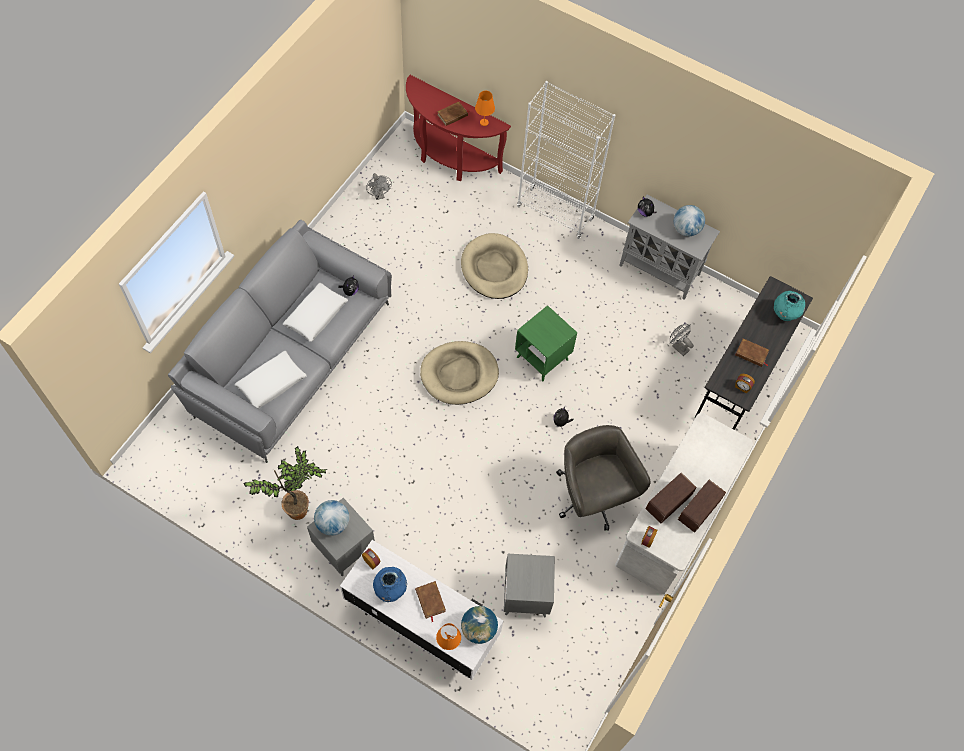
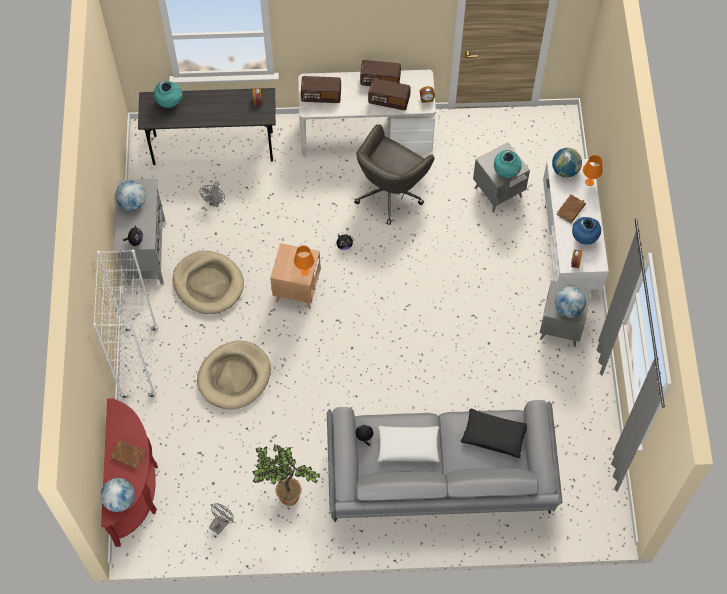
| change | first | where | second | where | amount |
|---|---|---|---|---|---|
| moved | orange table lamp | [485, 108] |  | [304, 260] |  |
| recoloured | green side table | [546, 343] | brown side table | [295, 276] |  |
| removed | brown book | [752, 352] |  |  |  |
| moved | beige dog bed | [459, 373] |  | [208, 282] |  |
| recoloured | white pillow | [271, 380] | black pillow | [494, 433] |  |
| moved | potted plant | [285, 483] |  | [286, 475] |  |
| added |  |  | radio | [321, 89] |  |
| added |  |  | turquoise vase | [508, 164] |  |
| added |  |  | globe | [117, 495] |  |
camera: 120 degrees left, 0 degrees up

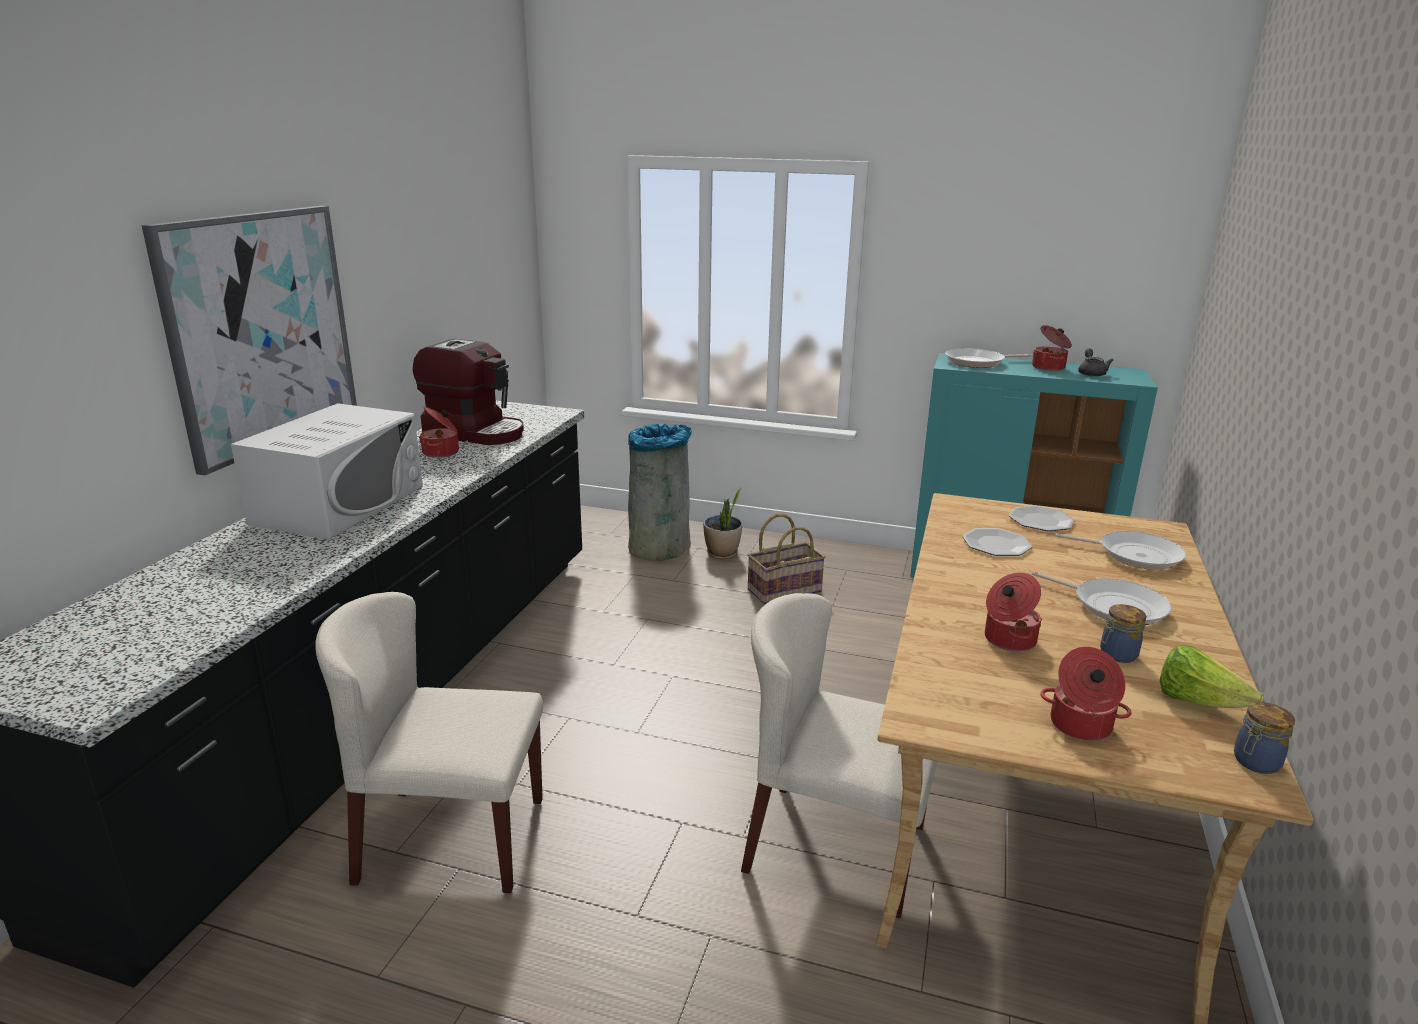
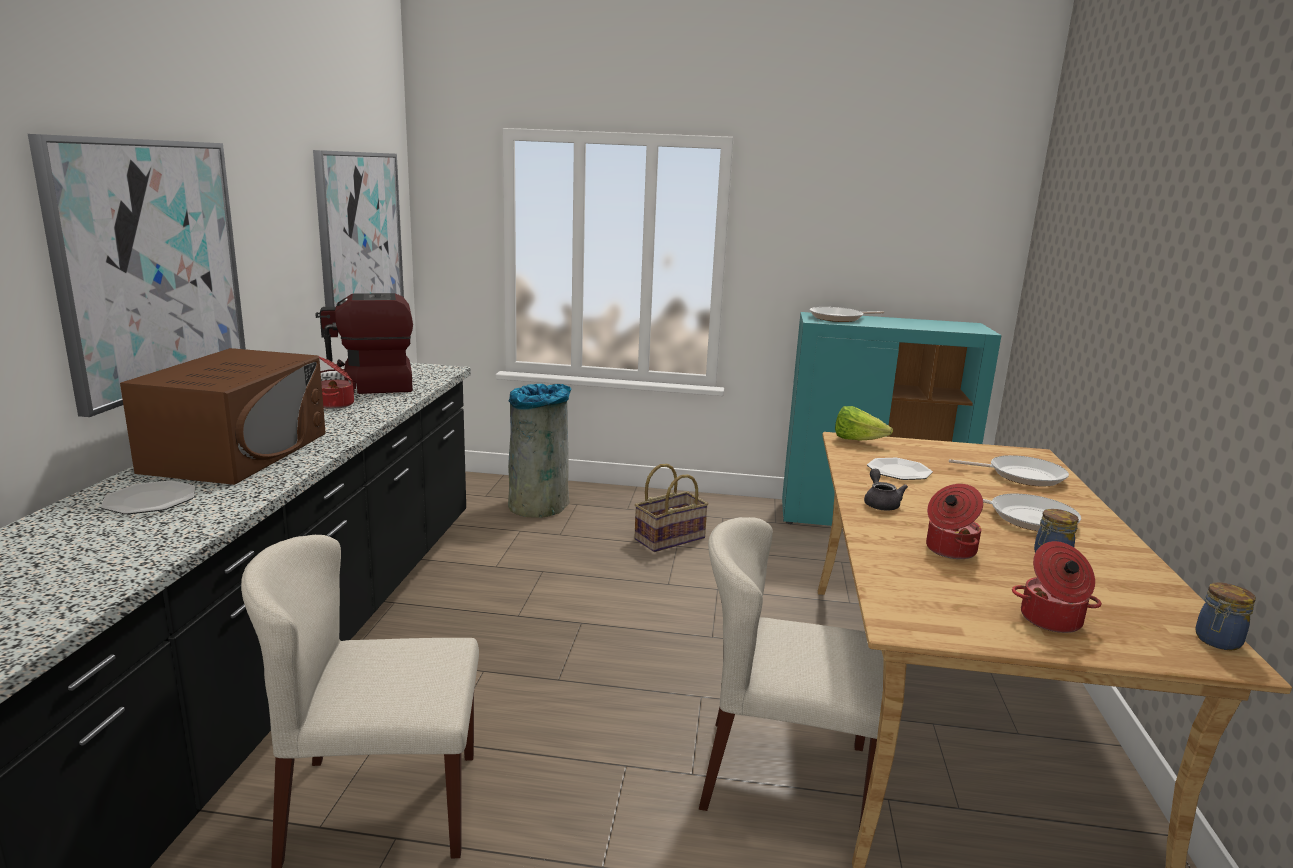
| change | first | where | second | where | amount |
|---|---|---|---|---|---|
| removed | cooking pot | [1052, 348] |  |  |  |
| turned | coffee machine | [468, 391] |  | [364, 343] | 150 degrees clockwise |
| moved | grey teapot | [1095, 362] |  | [886, 489] |  |
| recoloured | white microwave | [327, 471] | brown microwave | [223, 416] |  |
| removed | potted plant | [722, 523] |  |  |  |
| moved | plate | [1042, 518] |  | [148, 497] |  |
| moved | lettuce | [1212, 676] |  | [864, 423] |  |
| added |  |  | picture | [358, 228] |  |
camera: 10 degrees left, 5 degrees down

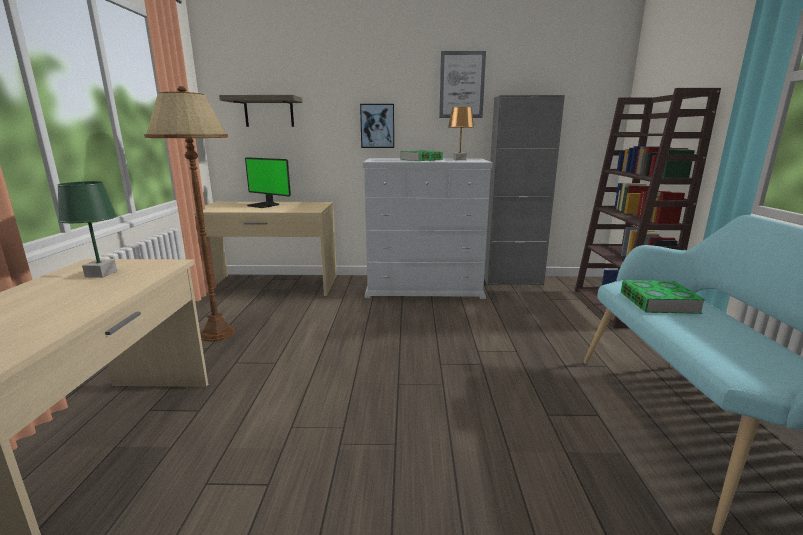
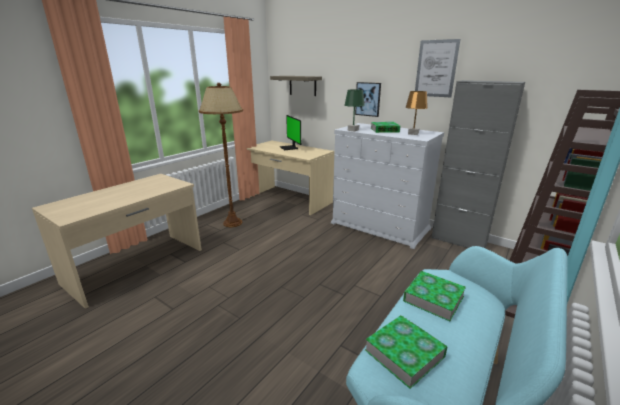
| change | first | where | second | where | amount |
|---|---|---|---|---|---|
| moved | green table lamp | [87, 229] |  | [355, 110] |  |
| added |  |  | book | [406, 352] |  |
camera: 35 degrees right, 5 degrees up

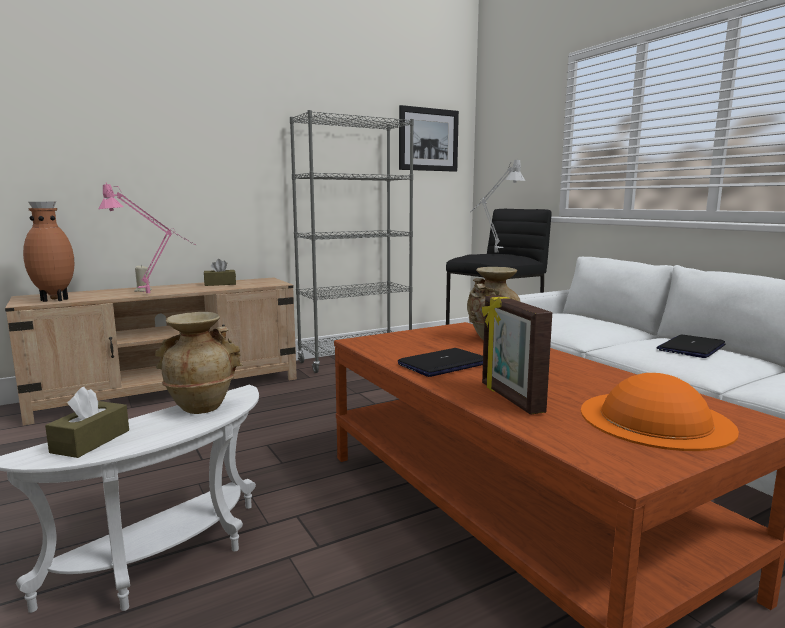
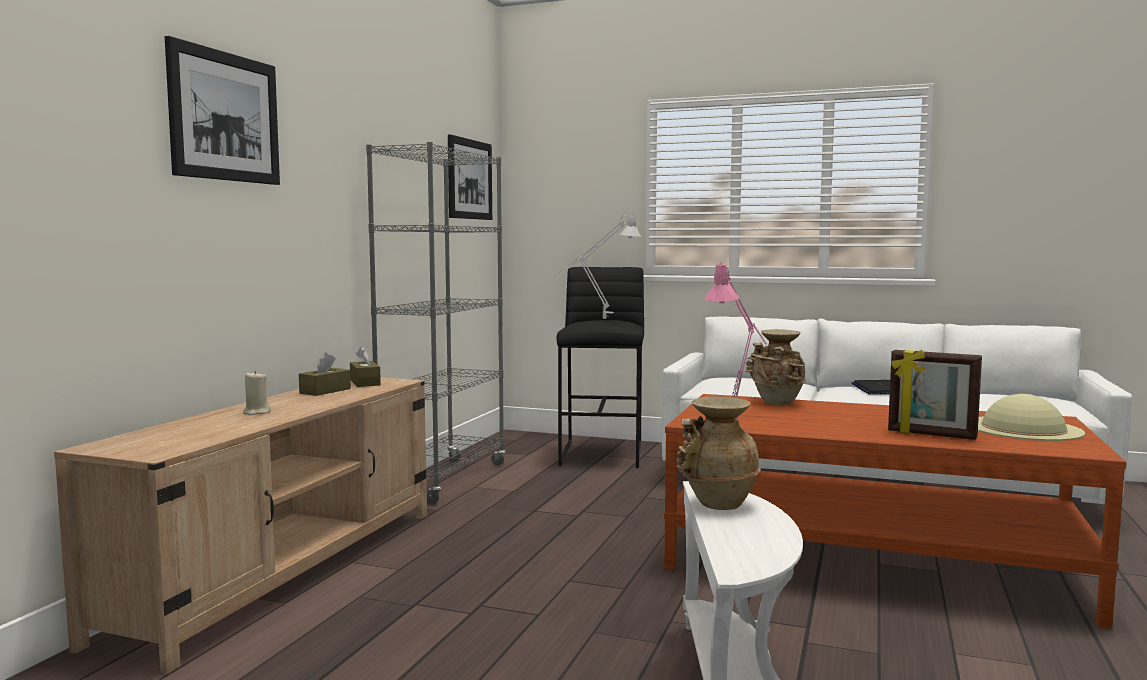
| change | first | where | second | where | amount |
|---|---|---|---|---|---|
| moved | pink table lamp | [147, 237] |  | [736, 341] |  |
| removed | brown vase | [49, 252] |  |  |  |
| removed | laptop | [440, 362] |  |  |  |
| recoloured | orange hat | [660, 412] | beige hat | [1031, 417] |  |
| moved | brown tissue box | [87, 422] |  | [365, 366] |  |
| added |  |  | picture | [222, 110] |  |
camera: 40 degrees left, 5 degrees down

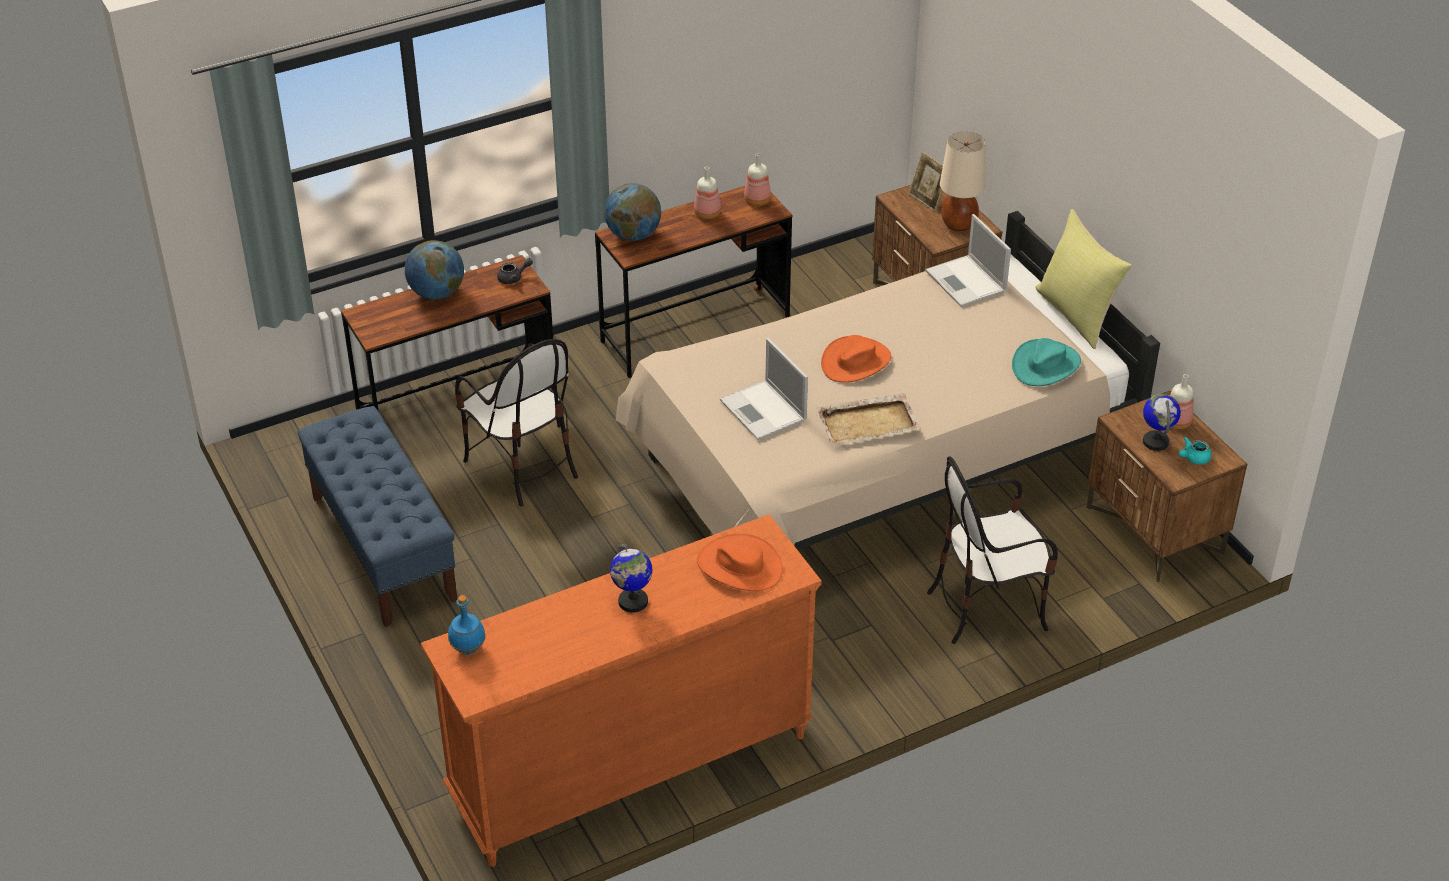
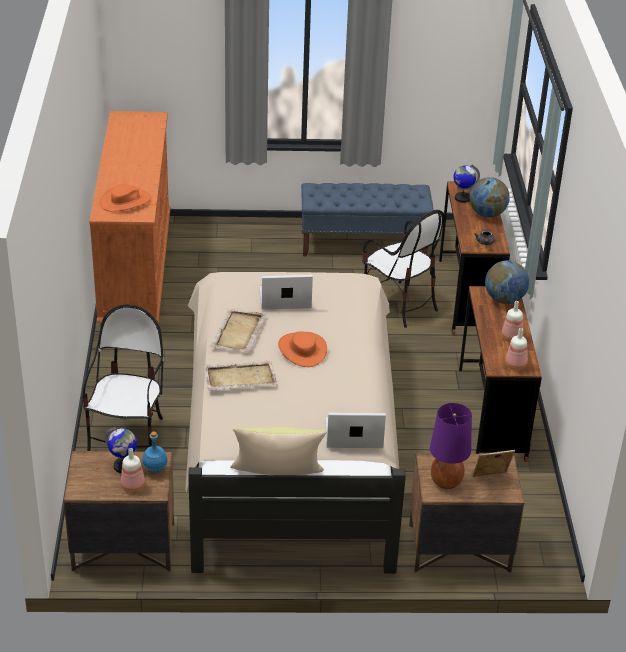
| change | first | where | second | where | amount |
|---|---|---|---|---|---|
| recoloured | beige table lamp | [962, 181] | purple table lamp | [451, 446] |  |
| removed | turquoise hat | [1046, 362] |  |  |  |
| turned | chair | [516, 422] |  | [403, 269] | 120 degrees counterclockwise |
| removed | turquoise teapot | [1195, 450] |  |  |  |
| moved | globe | [631, 578] |  | [467, 184] |  |
| moved | blue bottle | [466, 625] |  | [155, 453] |  |
| added |  |  | beige tray | [240, 375] |  |
camera: 115 degrees right, 5 degrees down

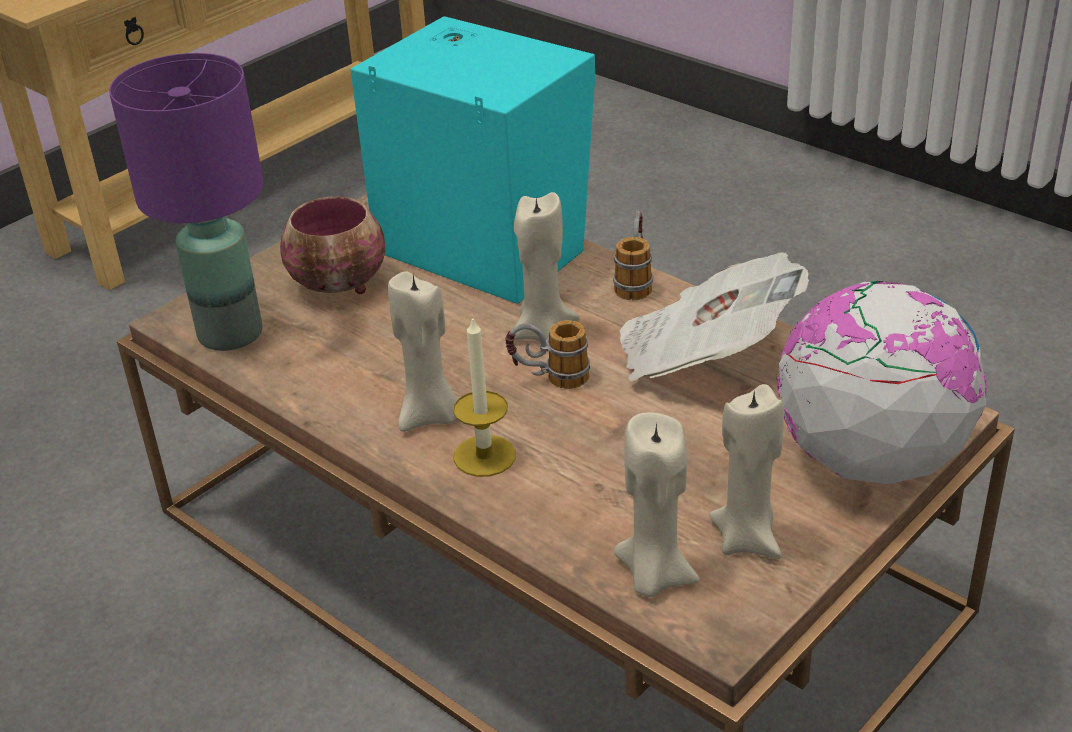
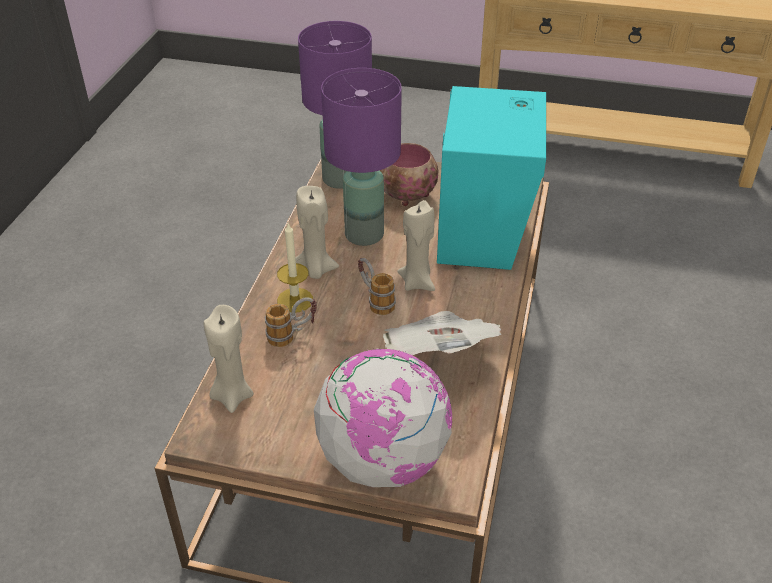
| change | first | where | second | where | amount |
|---|---|---|---|---|---|
| moved | mug | [633, 255] |  | [291, 322] |  |
| removed | beige candle | [746, 471] |  |  |  |
| added |  |  | purple table lamp | [361, 157] |  |
camera: 60 degrees right, 5 degrees up

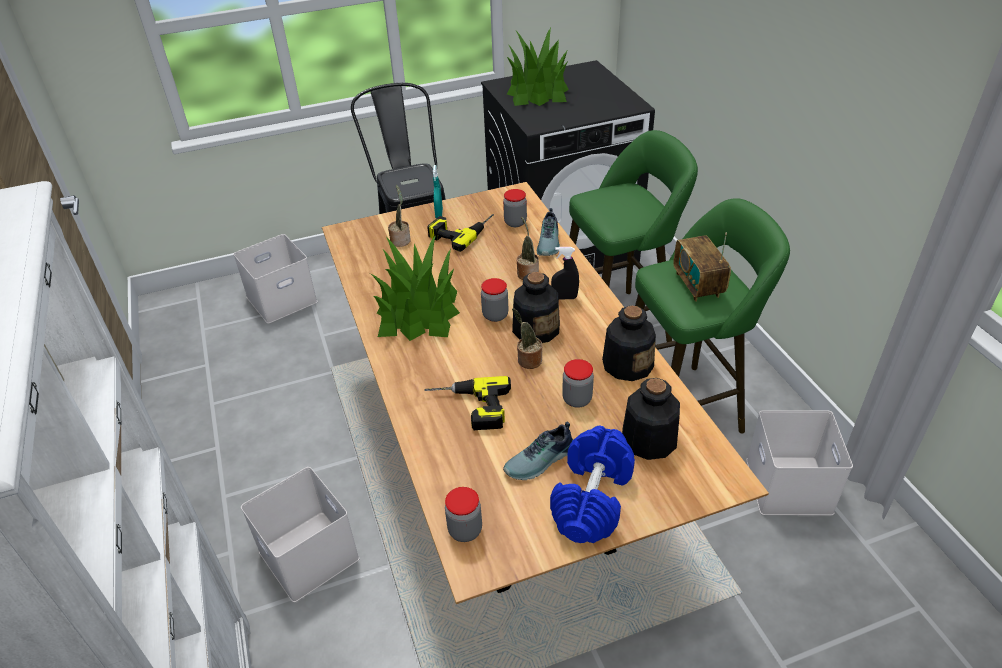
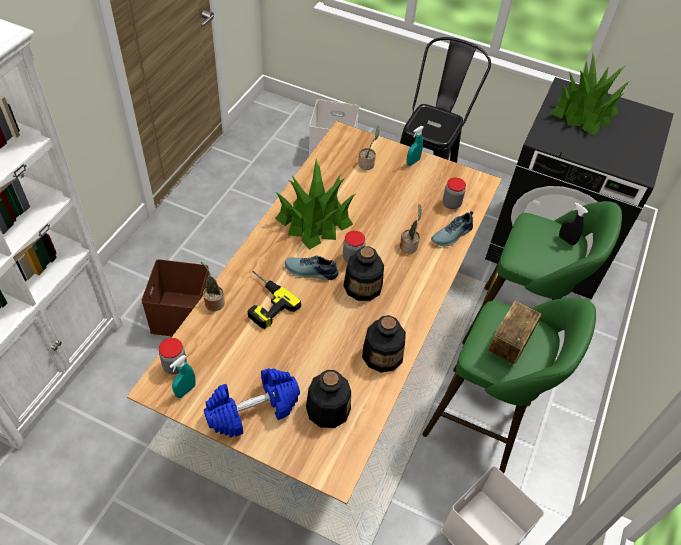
| change | first | where | second | where | amount |
|---|---|---|---|---|---|
| removed | power drill | [460, 233] |  |  |  |
| moved | black spray bottle | [565, 273] |  | [573, 223] |  |
| moved | potted plant | [527, 338] |  | [213, 286] |  |
| removed | jar | [578, 383] |  |  |  |
| moved | shoe | [538, 450] |  | [312, 267] |  |
| recoloured | white storage box | [300, 534] | brown storage box | [175, 297] |  |
| added |  |  | turquoise spray bottle | [183, 376] |  |
camera: 40 degrees right, 10 degrees up

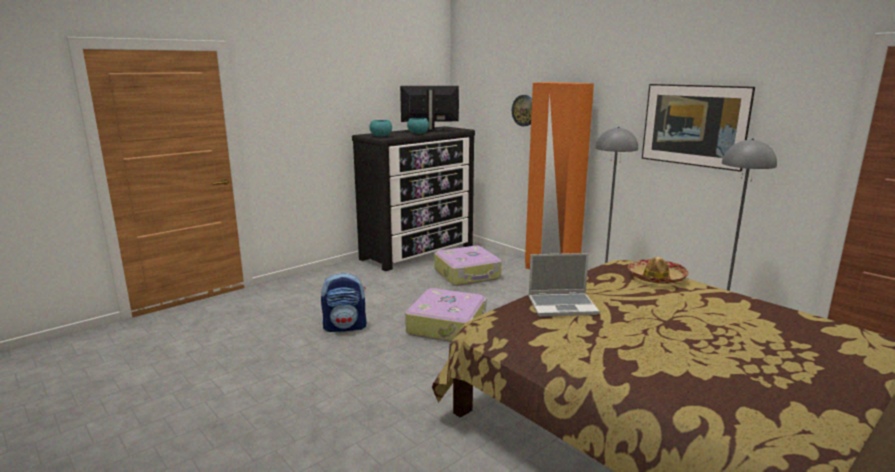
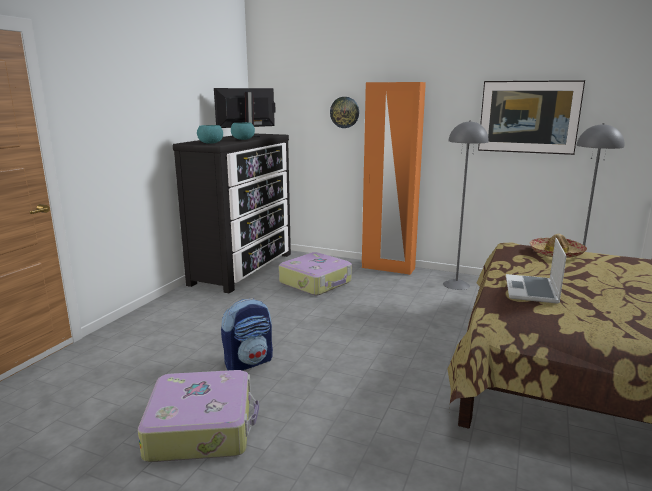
| change | first | where | second | where | amount |
|---|---|---|---|---|---|
| turned | laptop | [564, 285] |  | [536, 271] | 135 degrees clockwise |
| moved | suitcase | [446, 315] |  | [198, 416] |  |
camera: 25 degrees left, 0 degrees up

